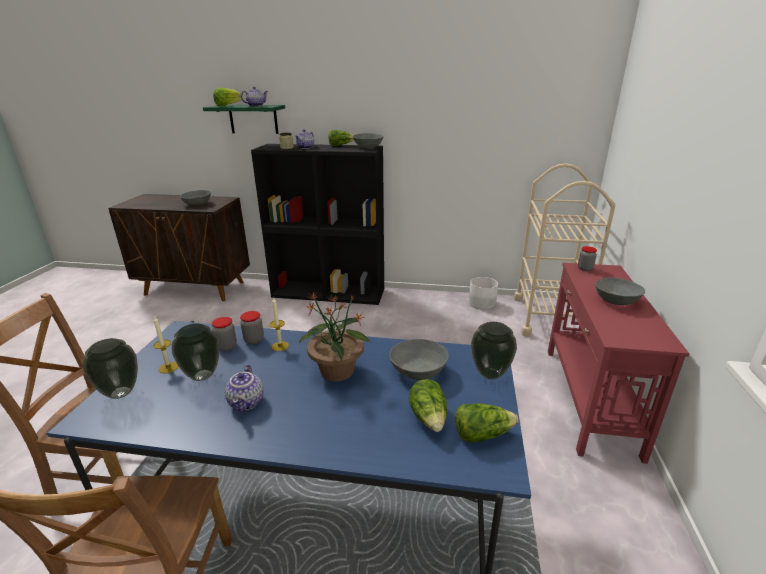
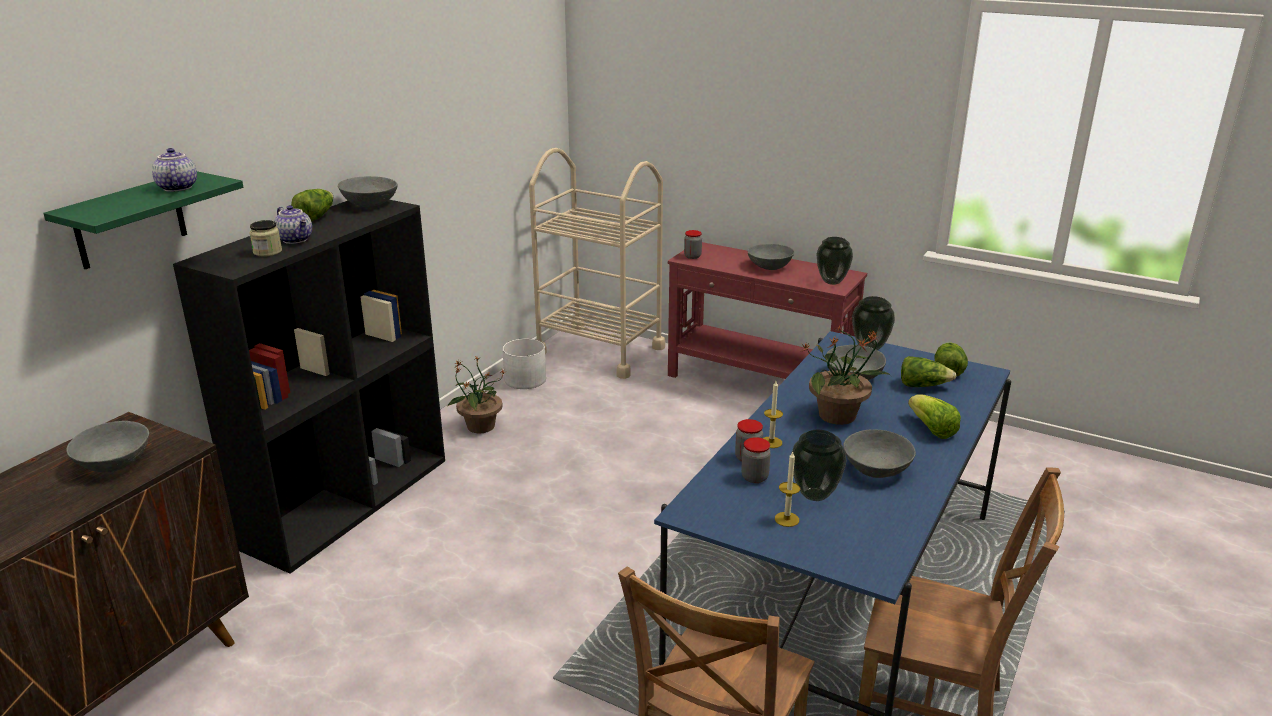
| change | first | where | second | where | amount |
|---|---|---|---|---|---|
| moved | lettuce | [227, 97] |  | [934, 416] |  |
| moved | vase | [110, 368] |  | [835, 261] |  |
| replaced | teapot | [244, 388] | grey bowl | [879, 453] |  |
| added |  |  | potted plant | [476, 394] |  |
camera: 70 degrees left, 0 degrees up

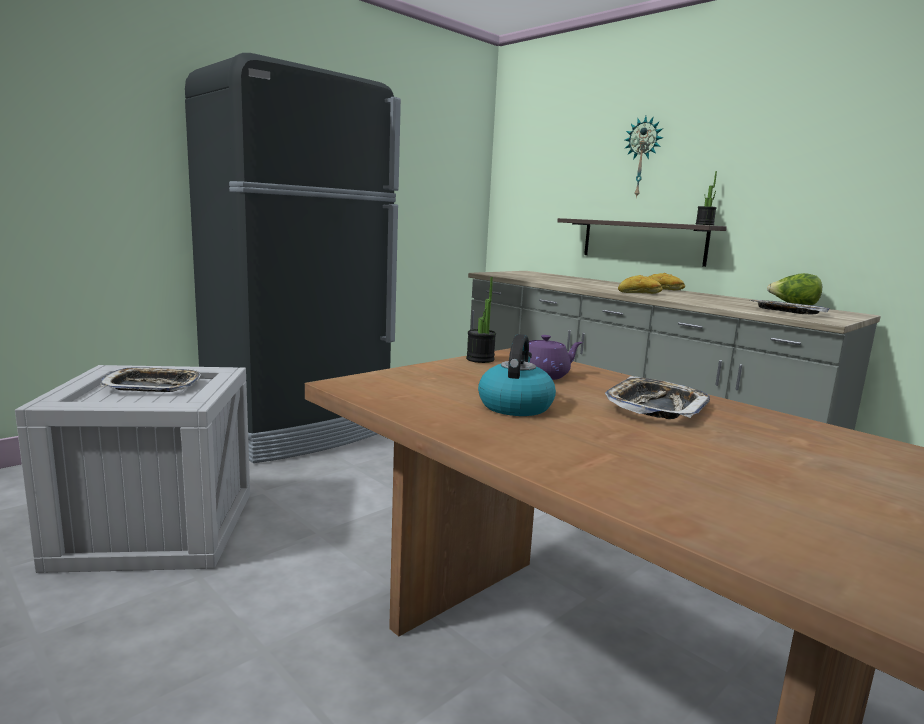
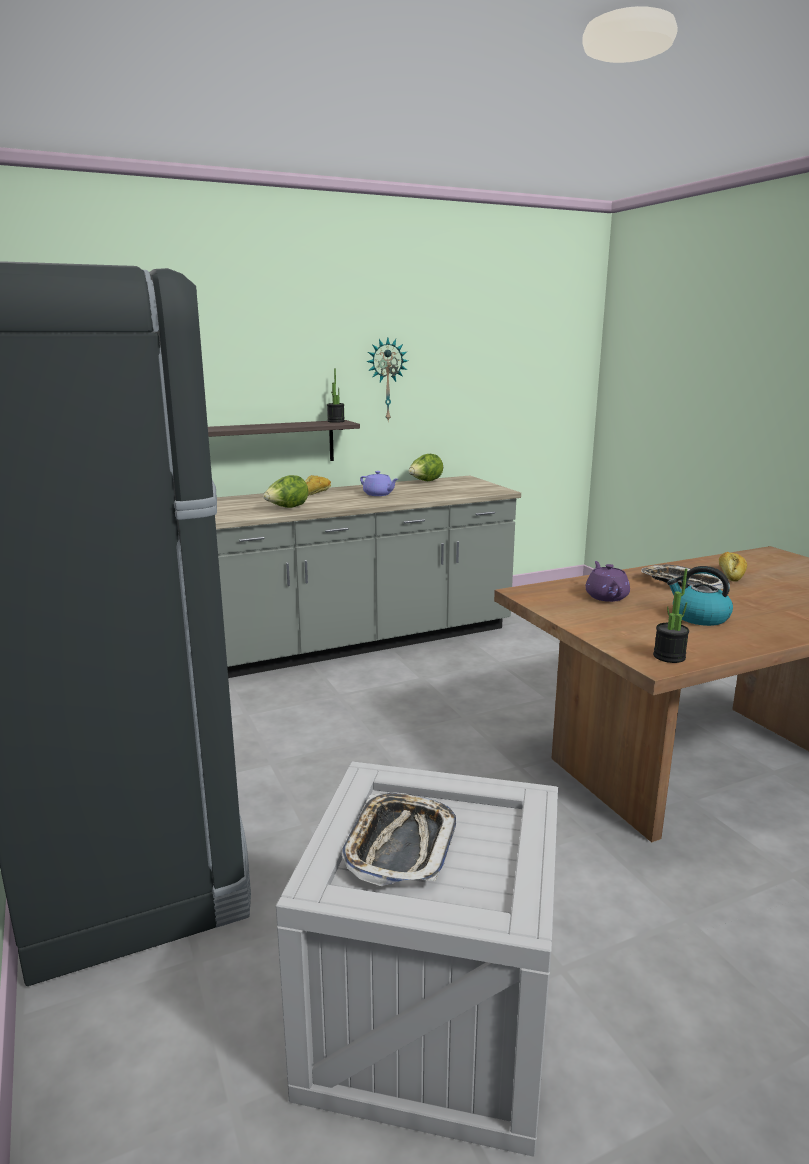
| change | first | where | second | where | amount |
|---|---|---|---|---|---|
| moved | wall clock | [643, 157] |  | [387, 379] |  |
| moved | bread | [640, 284] |  | [733, 567] |  |
| moved | potted plant | [481, 320] |  | [671, 615] |  |
| removed | tray | [790, 307] |  |  |  |
| added |  |  | purple teapot | [379, 483] |  |
| added |  |  | lettuce | [285, 491] |  |
camera: 70 degrees left, 5 degrees up

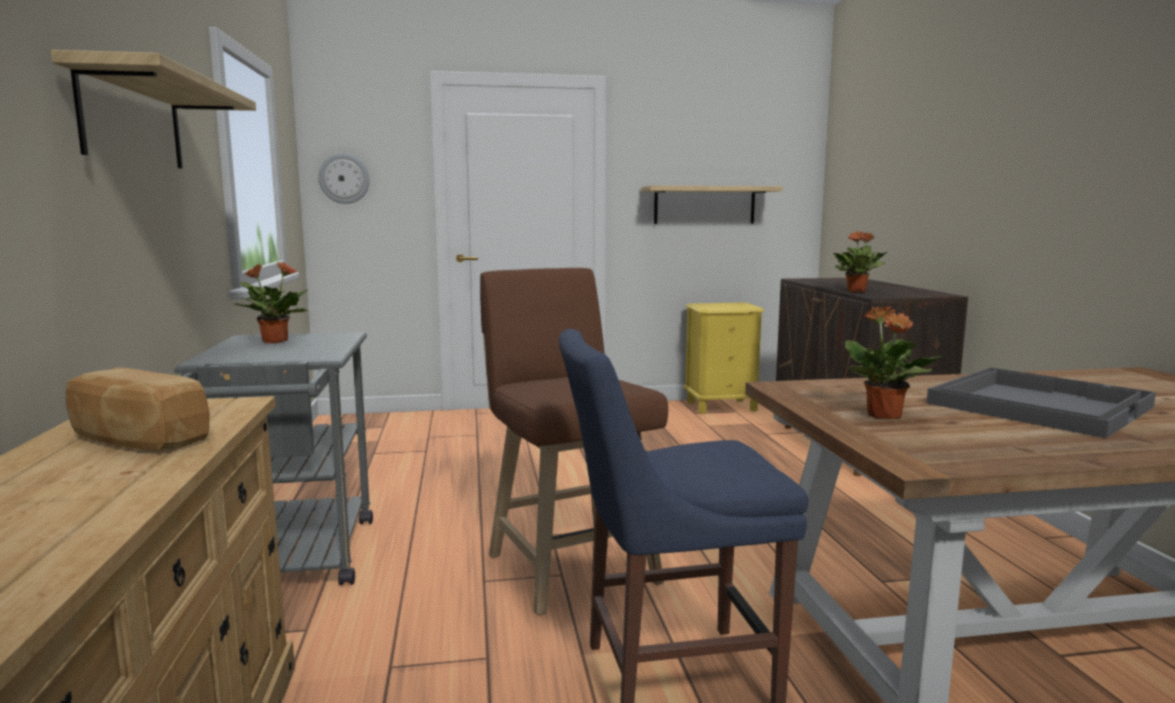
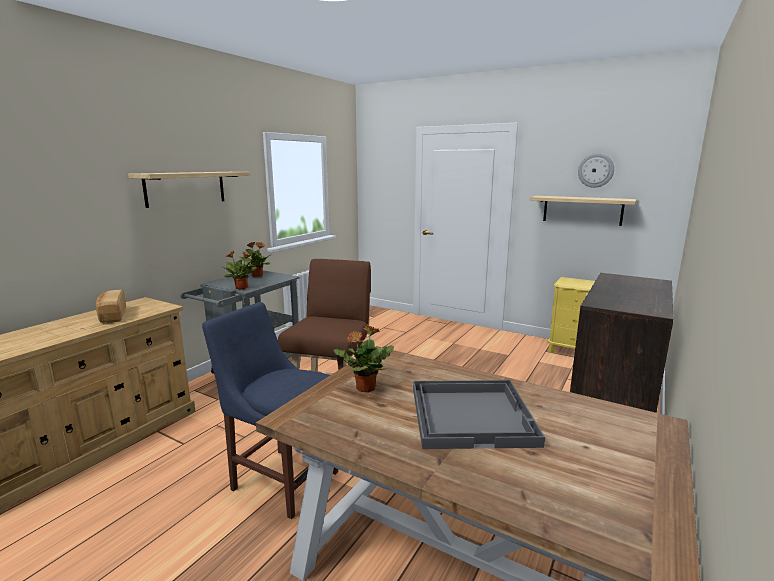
| change | first | where | second | where | amount |
|---|---|---|---|---|---|
| moved | wall clock | [344, 178] |  | [596, 170] |  |
| moved | potted plant | [860, 261] |  | [240, 270] |  |
camera: 40 degrees right, 5 degrees up

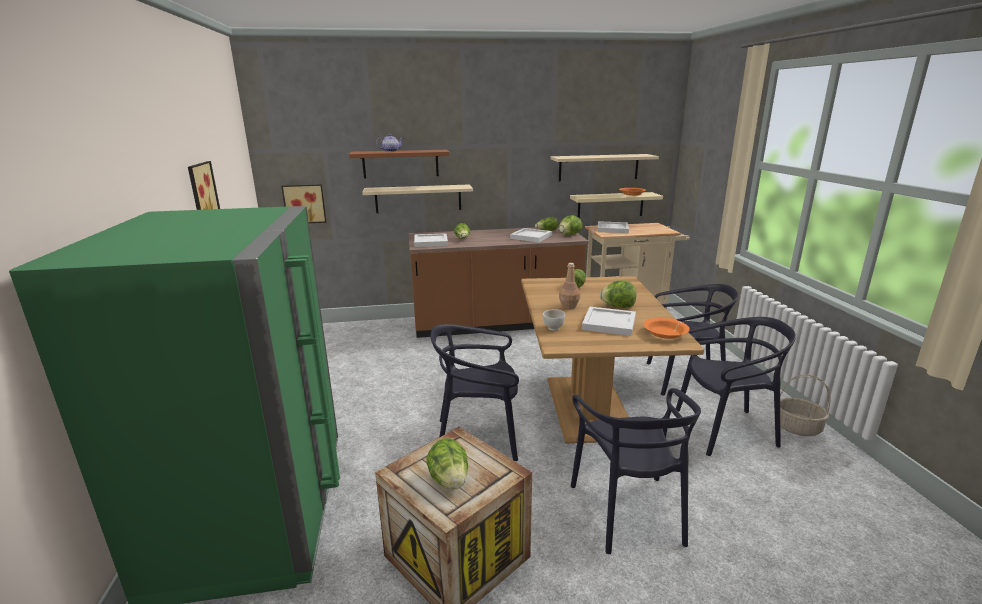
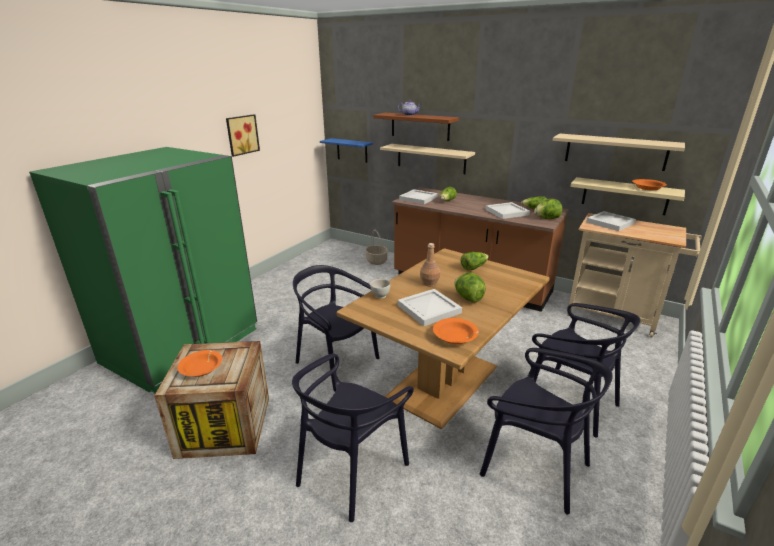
| change | first | where | second | where | amount |
|---|---|---|---|---|---|
| replaced | picture | [304, 203] | blue shelf | [346, 150] |  |
| moved | basket | [805, 405] |  | [376, 247] |  |
| replaced | lettuce | [447, 463] | orange bowl | [199, 363] |  |
camera: 40 degrees right, 5 degrees up

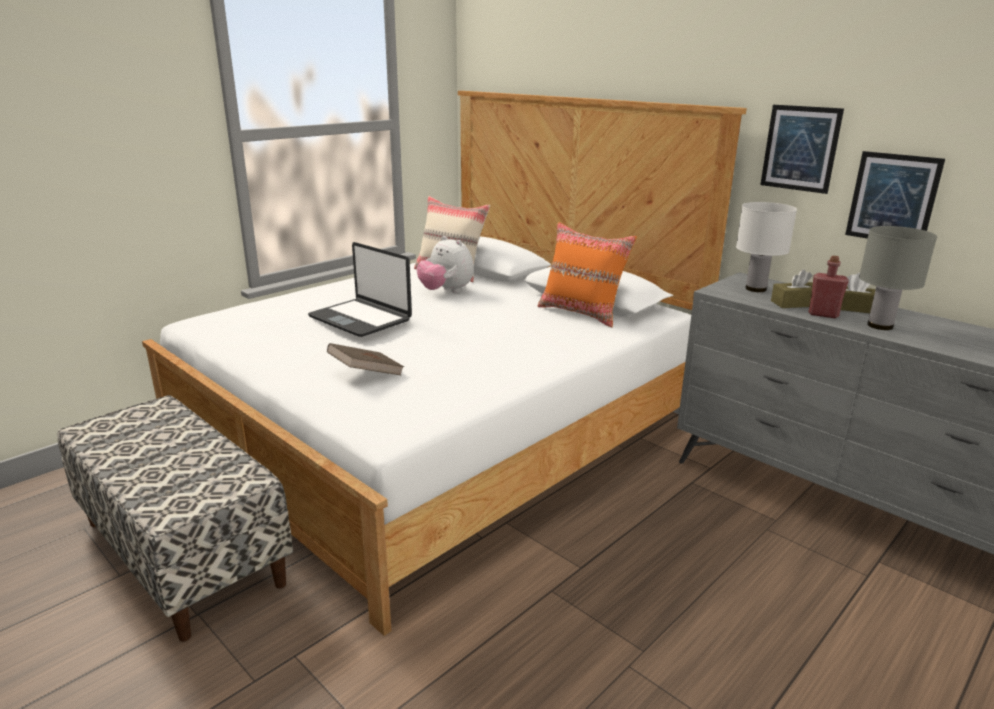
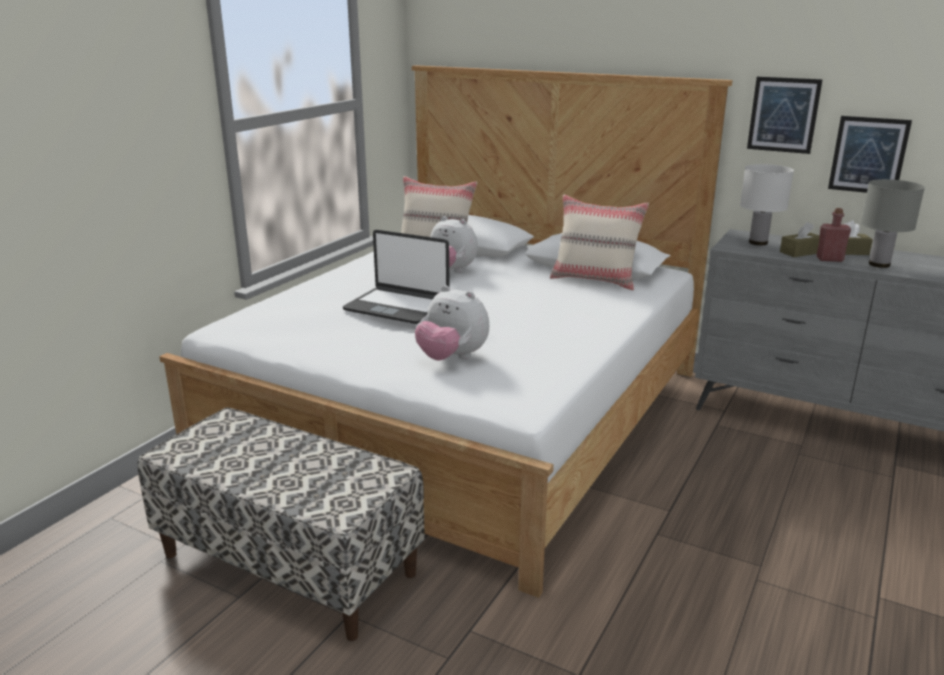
| change | first | where | second | where | amount |
|---|---|---|---|---|---|
| recoloured | orange pillow | [587, 274] | beige pillow | [599, 242] |  |
| replaced | brown book | [365, 359] | plush toy | [452, 323] |  |
camera: 15 degrees left, 0 degrees up

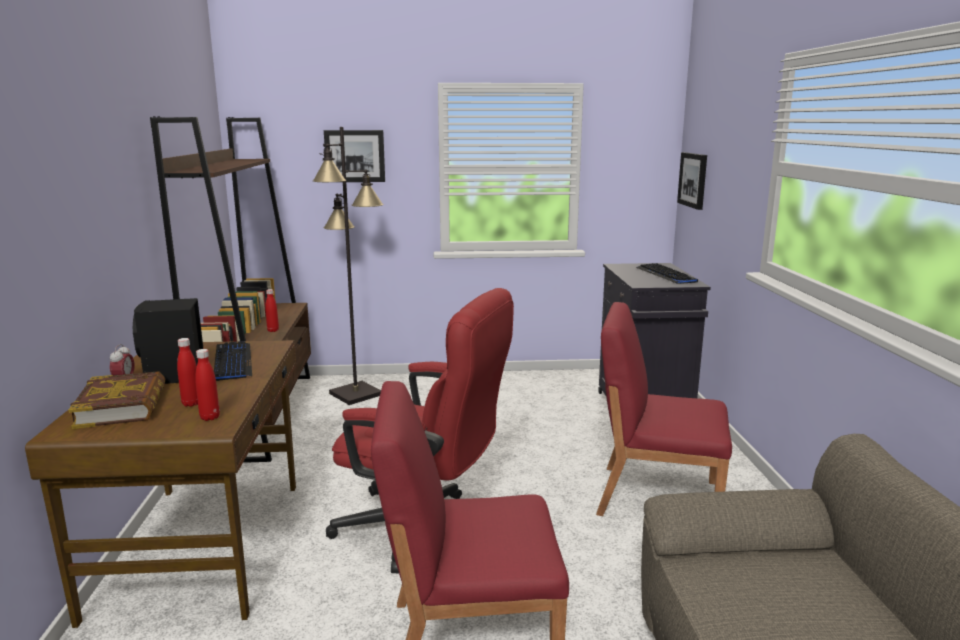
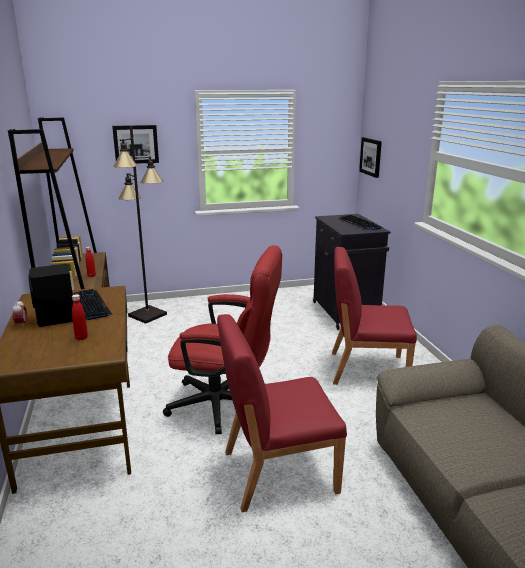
| change | first | where | second | where | amount |
|---|---|---|---|---|---|
| removed | red bottle | [207, 385] |  |  |  |
| removed | book | [116, 400] |  |  |  |
camera: 10 degrees left, 5 degrees up

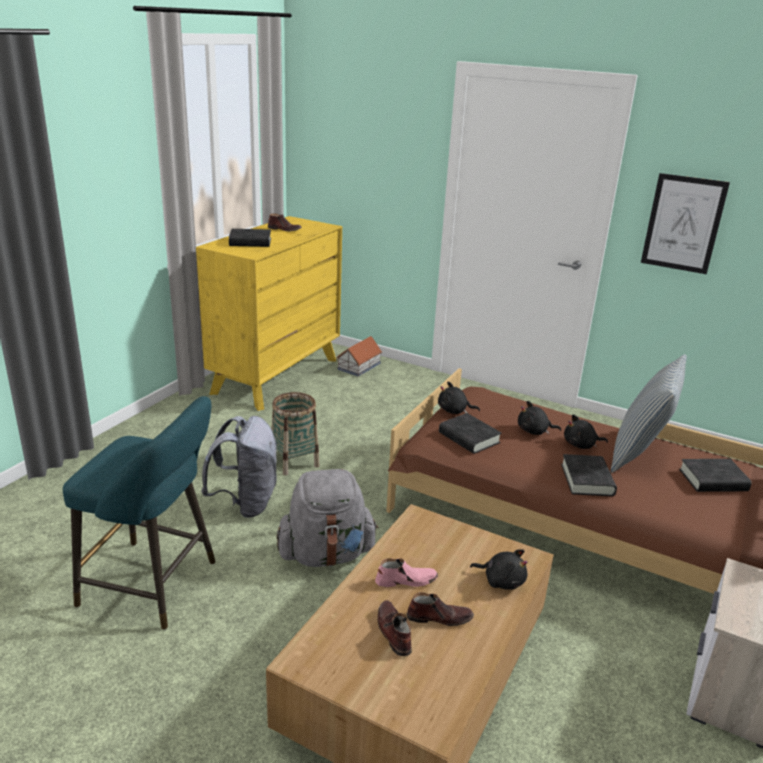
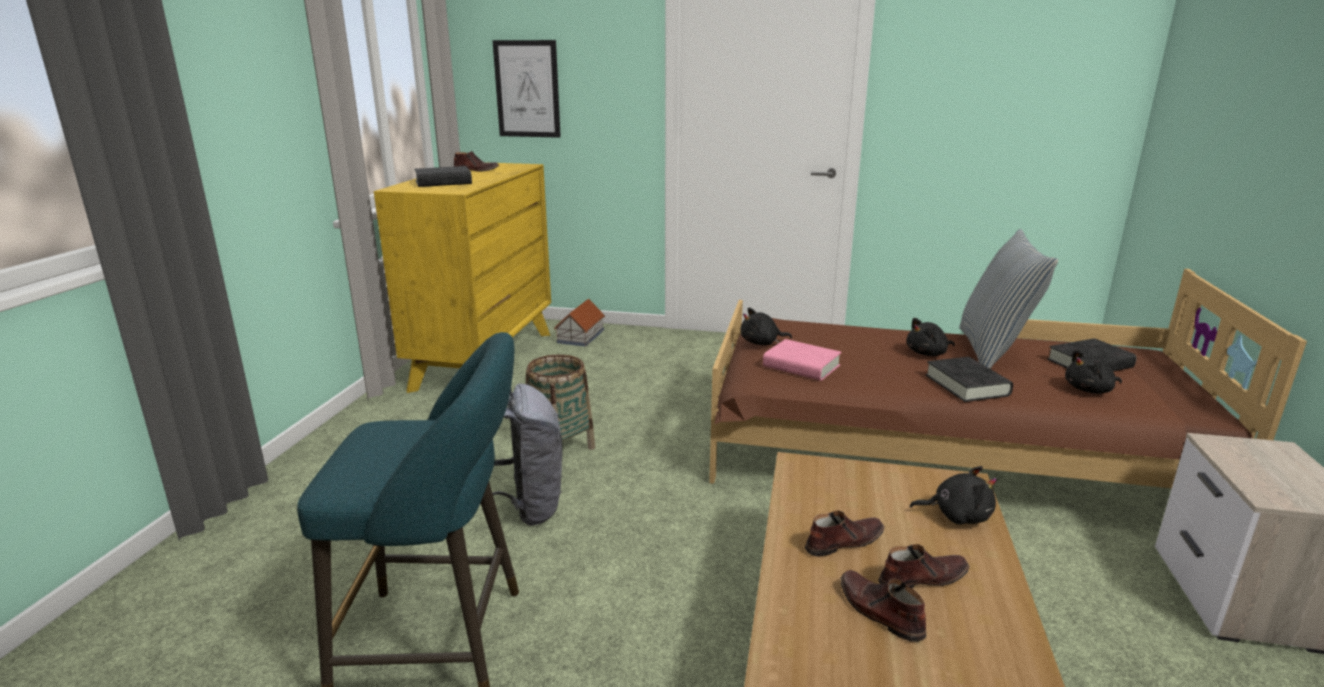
| change | first | where | second | where | amount |
|---|---|---|---|---|---|
| moved | picture | [685, 223] |  | [526, 89] |  |
| moved | black plush toy | [539, 418] |  | [1093, 371] |  |
| recoloured | black book | [470, 433] | pink book | [802, 360] |  |
| removed | grey backpack | [327, 518] |  |  |  |
| recoloured | pink shoe | [406, 572] | brown shoe | [845, 533] |  |
camera: 15 degrees left, 5 degrees down

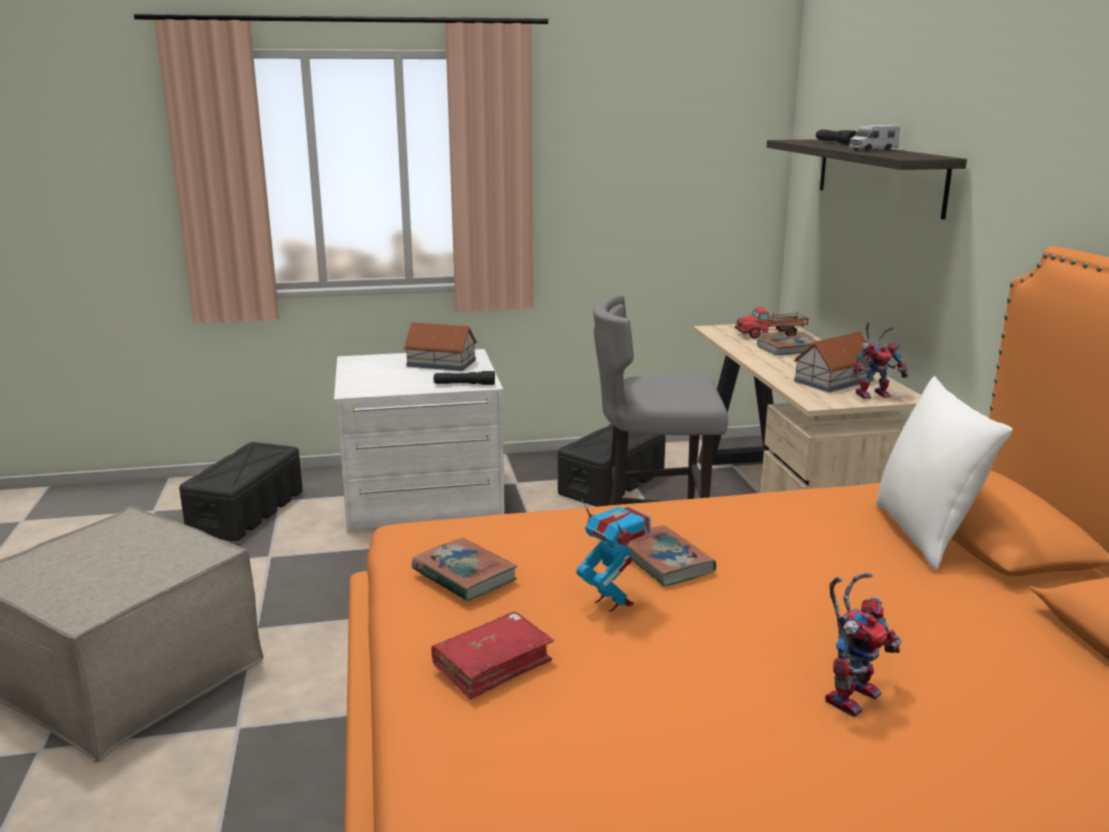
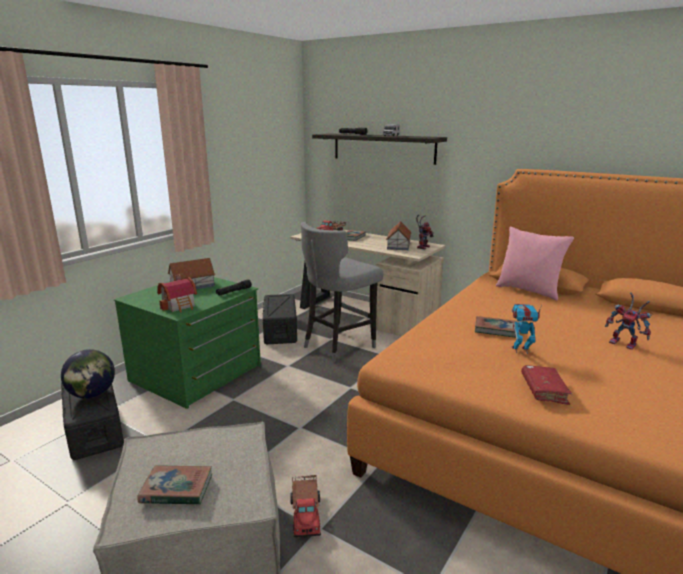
| change | first | where | second | where | amount |
|---|---|---|---|---|---|
| recoloured | white dresser | [419, 440] | green dresser | [187, 343] |  |
| recoloured | white pillow | [944, 473] | pink pillow | [535, 264] |  |
| moved | book | [465, 569] |  | [174, 485] |  |
| turned | toy robot | [863, 645] |  | [628, 321] | 135 degrees clockwise |
| added |  |  | toy house | [177, 293] |  |
| added |  |  | globe | [88, 374] |  |
| added |  |  | toy truck | [305, 506] |  |
camera: 45 degrees left, 0 degrees up

